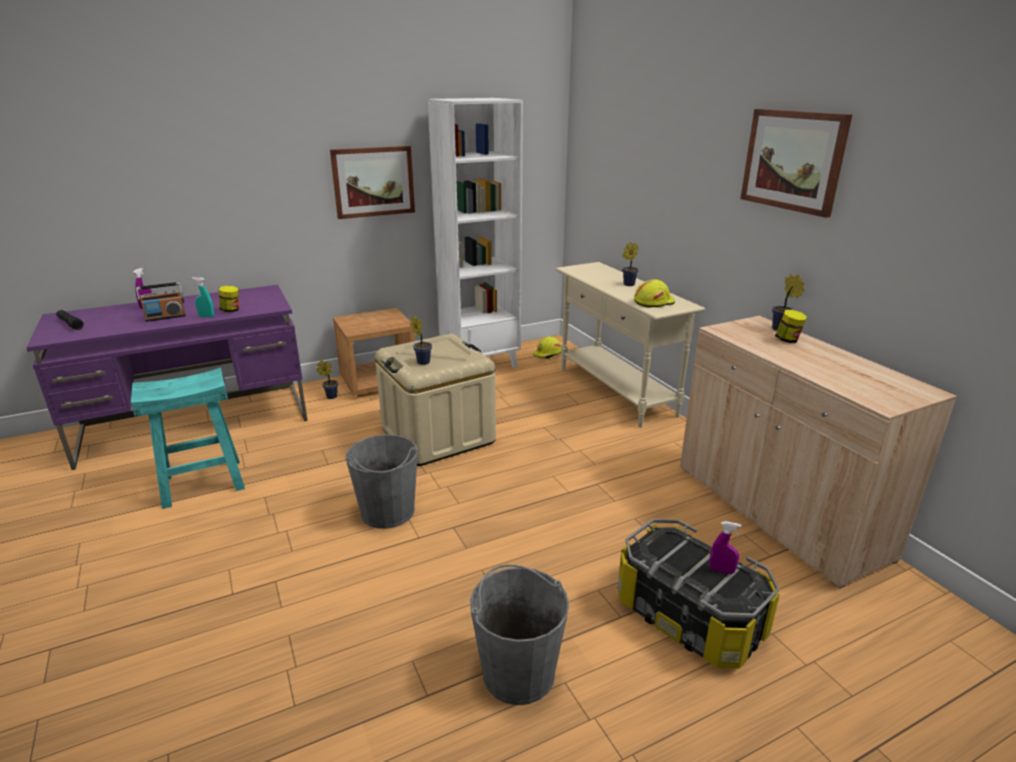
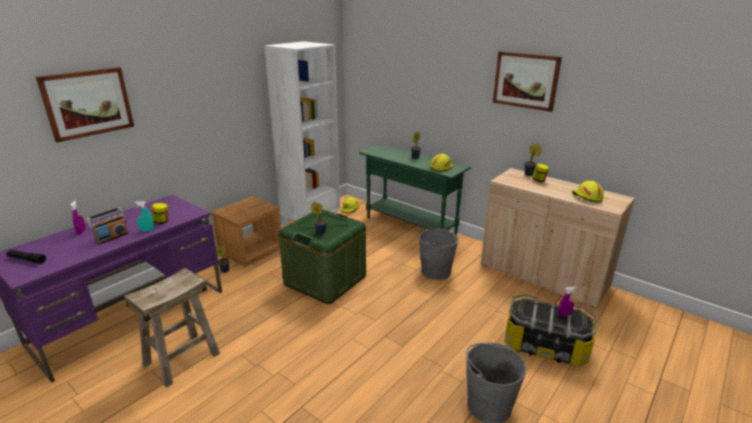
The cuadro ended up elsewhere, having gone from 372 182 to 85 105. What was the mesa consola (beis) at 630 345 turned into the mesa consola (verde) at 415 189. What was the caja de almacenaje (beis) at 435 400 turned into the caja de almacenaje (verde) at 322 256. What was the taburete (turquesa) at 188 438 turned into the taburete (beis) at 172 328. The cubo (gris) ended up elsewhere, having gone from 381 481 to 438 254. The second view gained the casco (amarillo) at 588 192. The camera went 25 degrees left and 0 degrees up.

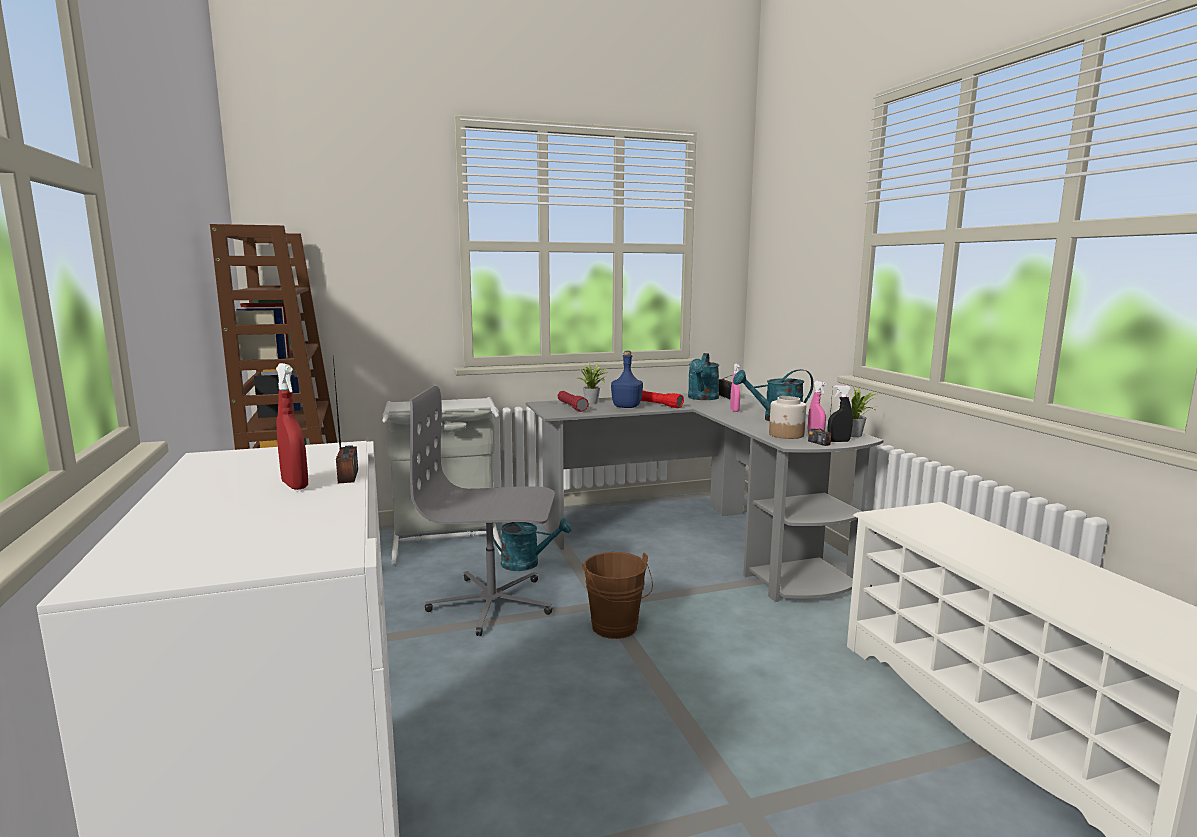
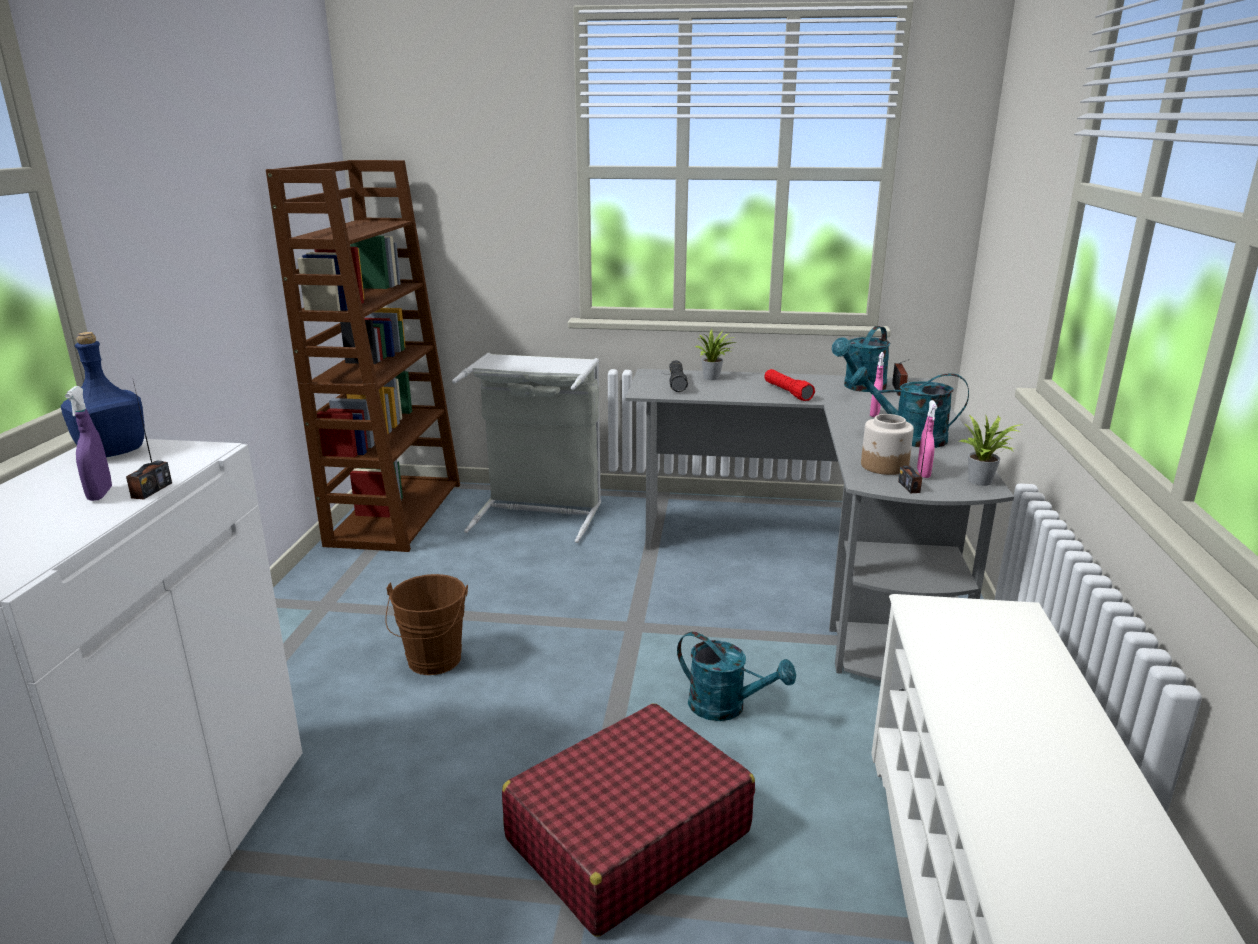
The botella (azul) ended up elsewhere, having gone from 627 379 to 103 394. What was the pulverizador (rojo) at 292 426 turned into the pulverizador (morado) at 88 443. The second view lost the silla de oficina (gris) at 482 510. The second view lost the pulverizador (negro) at 840 413. What was the linterna (rojo) at 573 401 turned into the linterna (negro) at 678 376. The regadera (turquesa) ended up elsewhere, having gone from 532 544 to 736 676. The cubo (marrón) ended up elsewhere, having gone from 617 595 to 427 624. The second view gained the maleta (rojo) at 628 820. The camera went 25 degrees right and 10 degrees up.

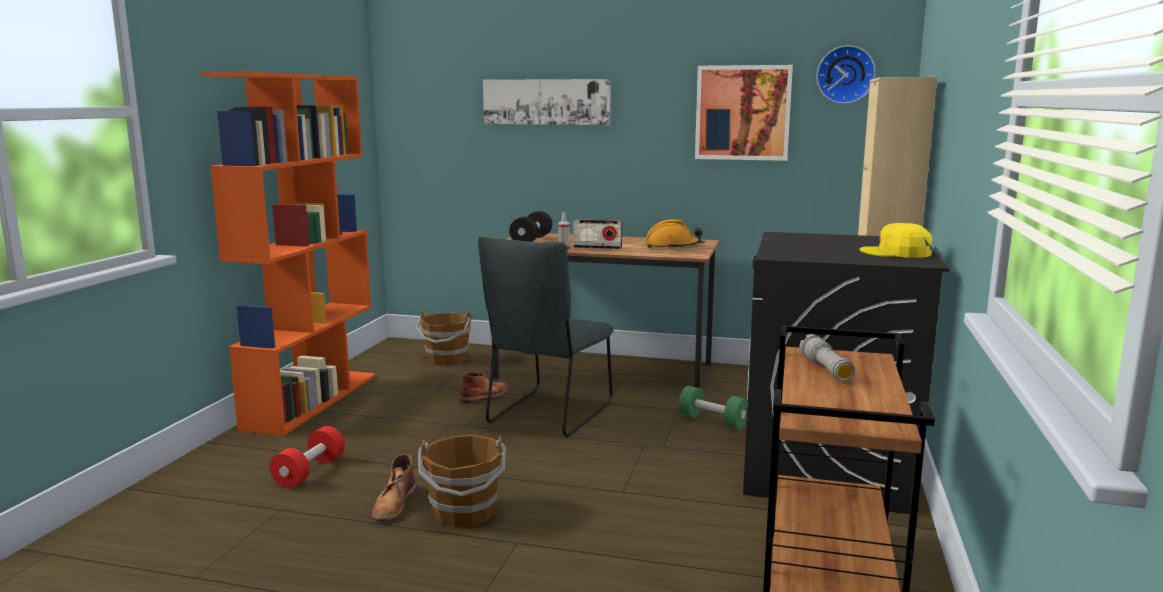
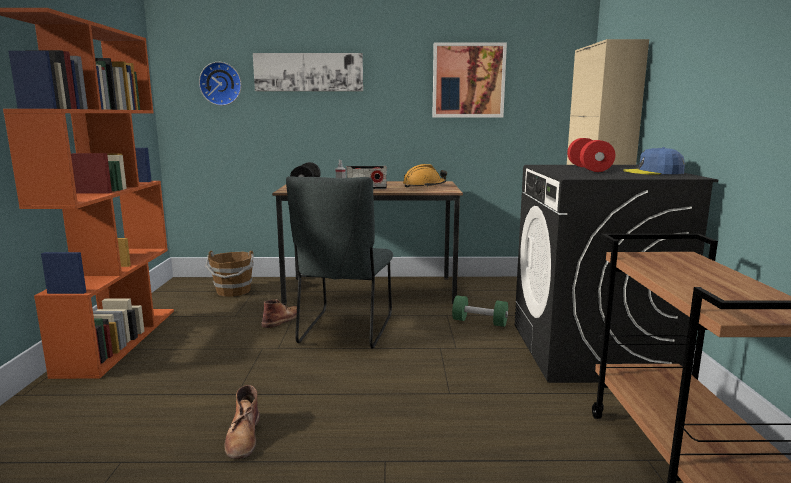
The reloj de pared ended up elsewhere, having gone from 846 74 to 220 84. What was the gorra (amarillo) at 895 240 turned into the gorra (azul) at 654 160. The second view lost the linterna (gris) at 827 357. The mancuerna (rojo) ended up elsewhere, having gone from 307 457 to 591 155. The second view lost the cubo (marrón) at 462 480. The camera went 15 degrees left and 0 degrees up.

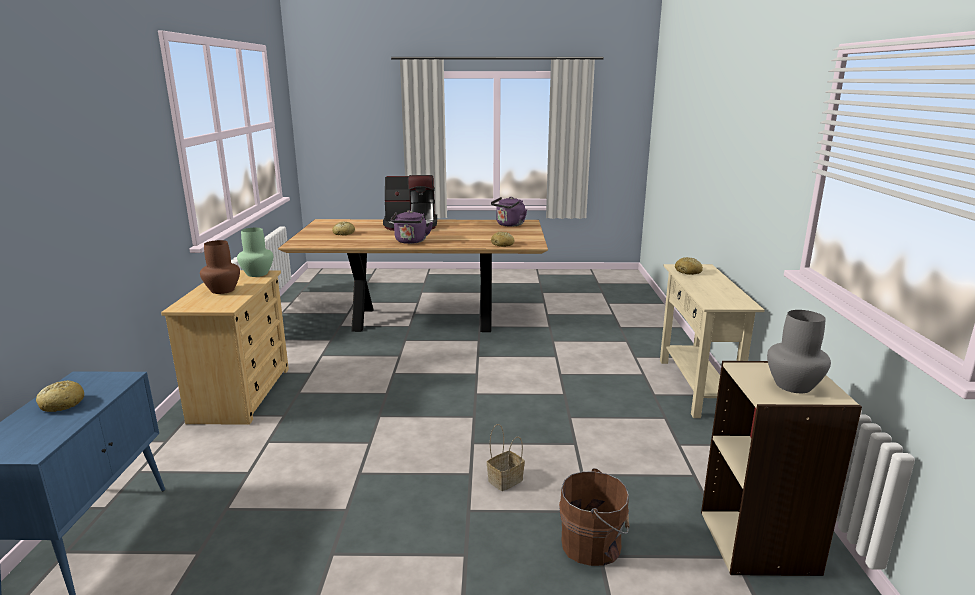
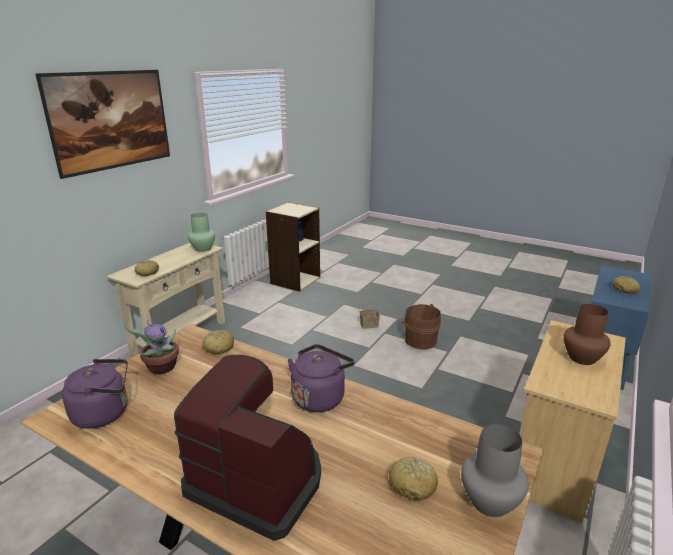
The florero (verde) ended up elsewhere, having gone from 255 252 to 201 232. The florero (gris) ended up elsewhere, having gone from 799 351 to 495 470. The cubo (marrón) ended up elsewhere, having gone from 594 517 to 421 327. The second view gained the cuadro at 102 124. The second view gained the planta en maceta at 151 346. The camera went 150 degrees left and 5 degrees up.

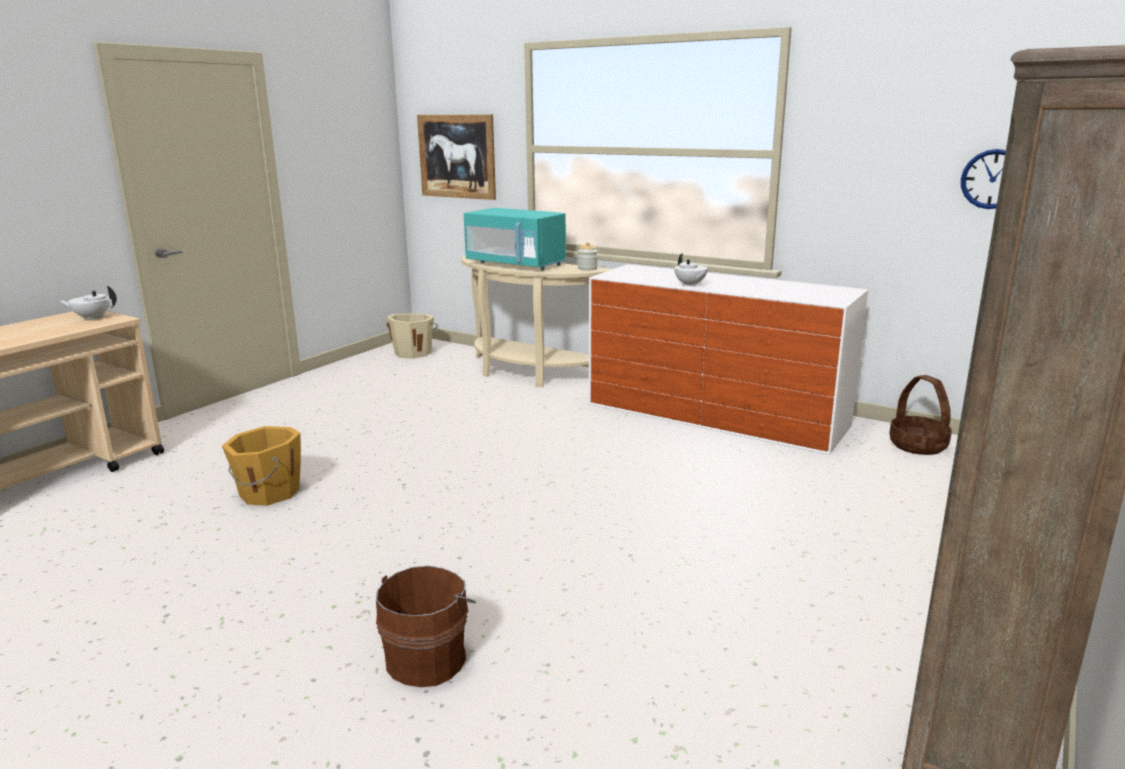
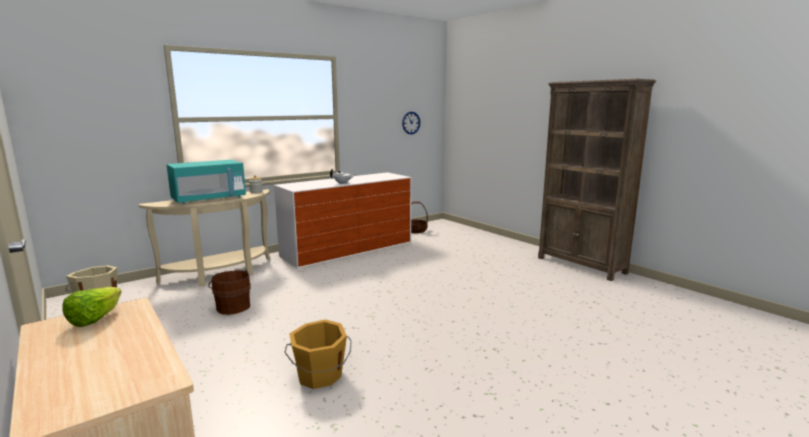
The second view lost the cuadro at 456 157. Where the tetera (blanco) stood at 88 303, the lechuga came to stand at 91 307. The cubo (marrón) ended up elsewhere, having gone from 426 626 to 229 292. The camera went 70 degrees left and 5 degrees down.

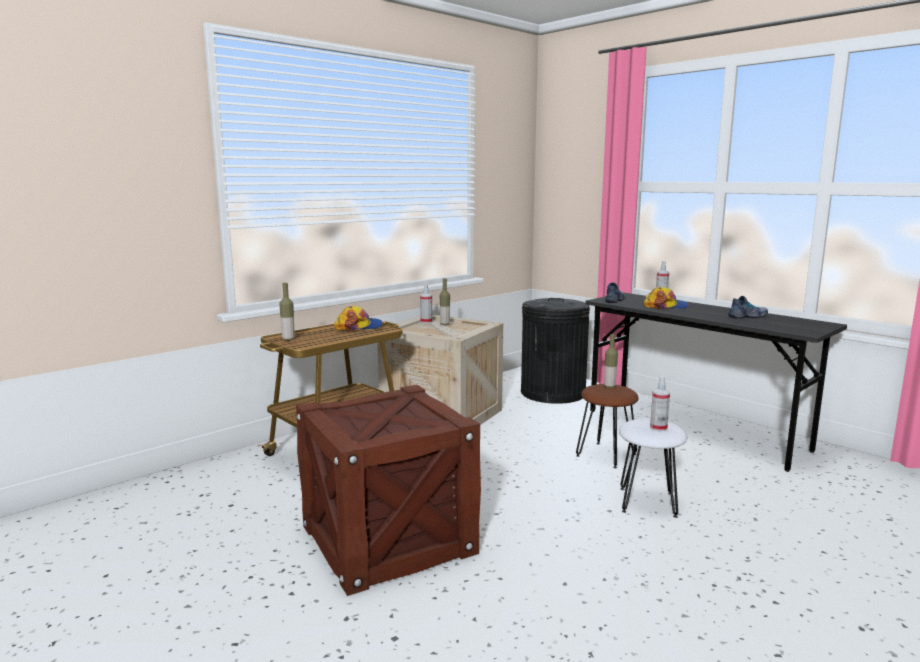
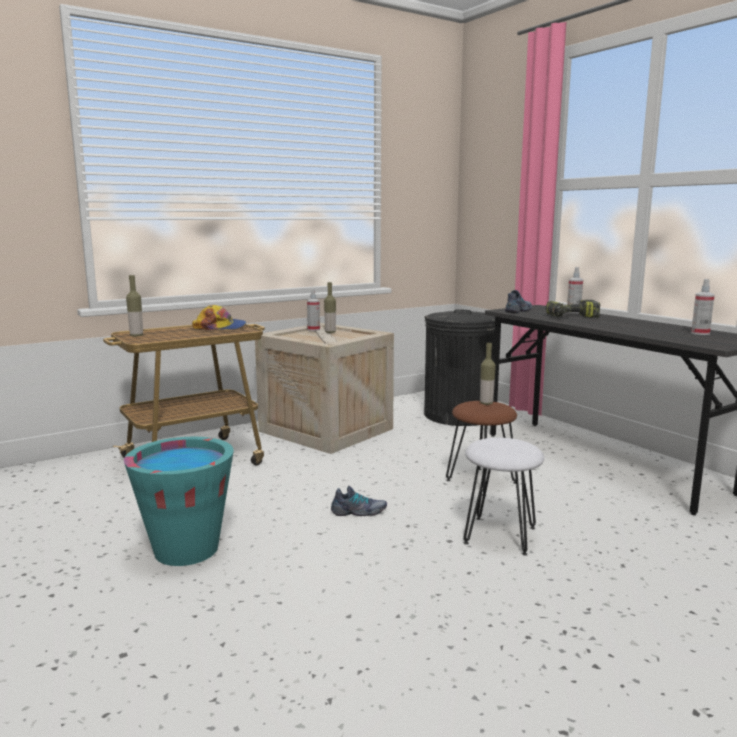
Where the gorra stood at 666 298, the taladro came to stand at 573 309. The zapato ended up elsewhere, having gone from 748 307 to 359 501. The pulverizador ended up elsewhere, having gone from 660 404 to 703 307. Where the caja de embalaje stood at 388 490, the cubo (turquesa) came to stand at 179 501. The camera went 10 degrees right and 0 degrees up.

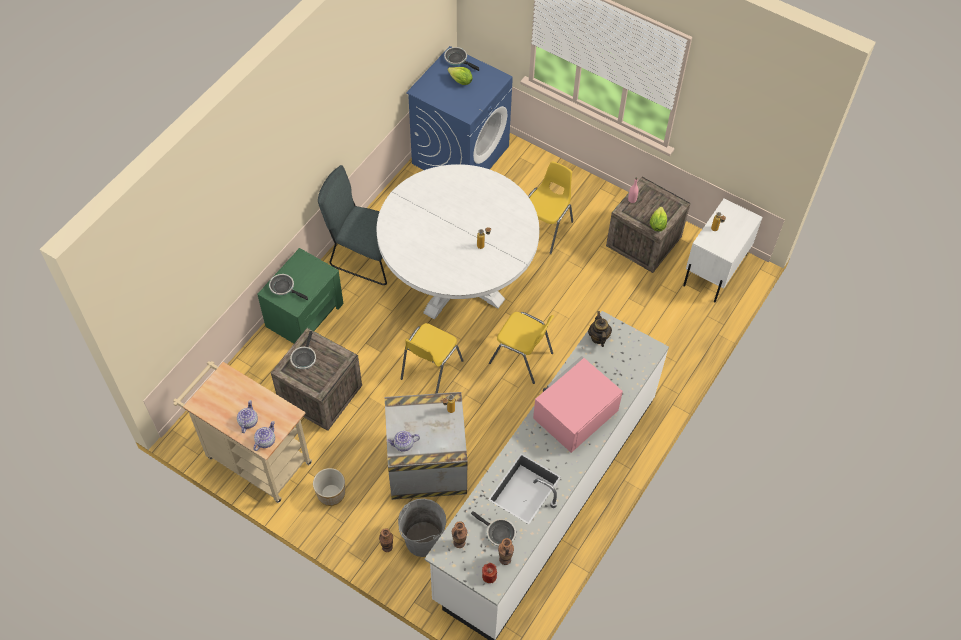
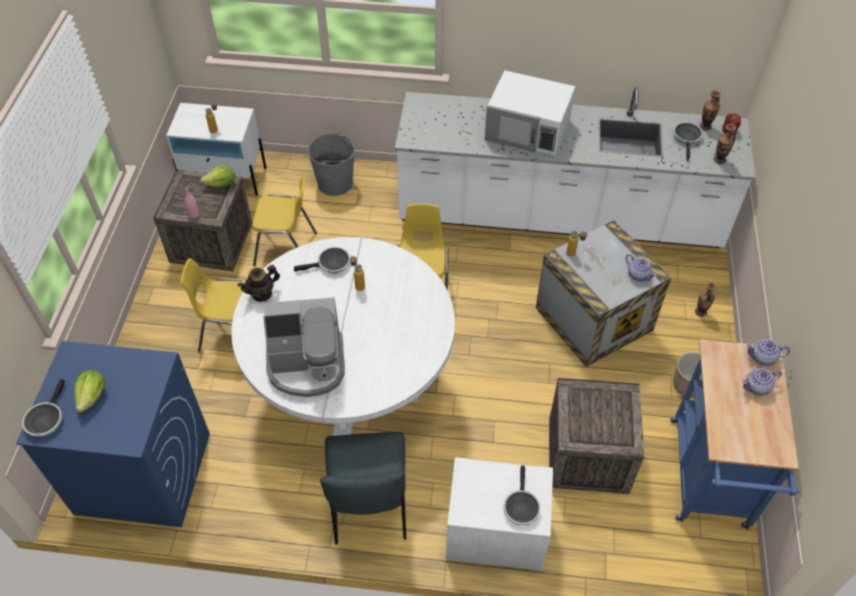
What was the mesita de noche (verde) at 300 295 turned into the mesita de noche (blanco) at 499 513. The tetera ended up elsewhere, having gone from 600 329 to 259 283. The silla (amarillo) ended up elsewhere, having gone from 432 358 to 284 221. The sartén ended up elsewhere, having gone from 303 350 to 322 260. What was the microondas (rosa) at 578 404 turned into the microondas (blanco) at 529 113. What was the carrito (beis) at 242 432 turned into the carrito (azul) at 734 434. The cubo (gris) ended up elsewhere, having gone from 422 528 to 331 164. The second view gained the cafetera at 304 347. The camera went 115 degrees left and 5 degrees down.

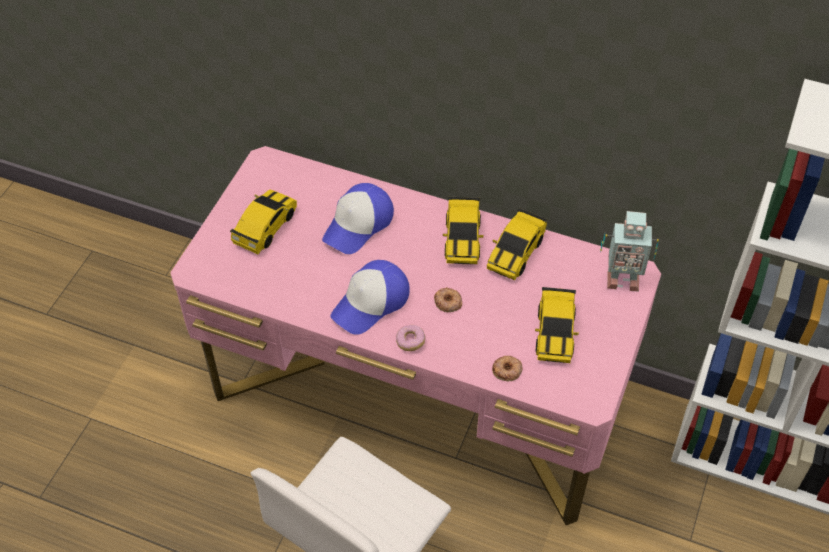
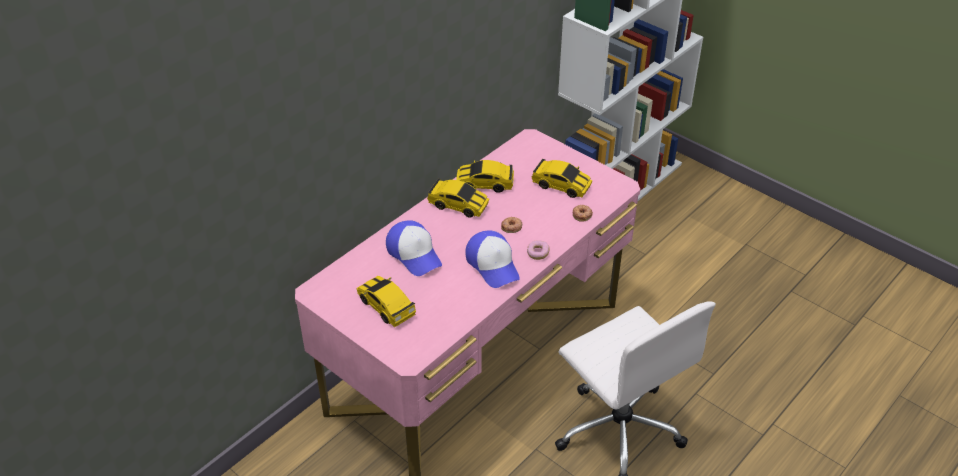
The coche de juguete at 517 244 ended up facing another way, 135 degrees clockwise from before. The second view lost the robot de juguete at 629 251. The camera went 70 degrees left and 10 degrees down.

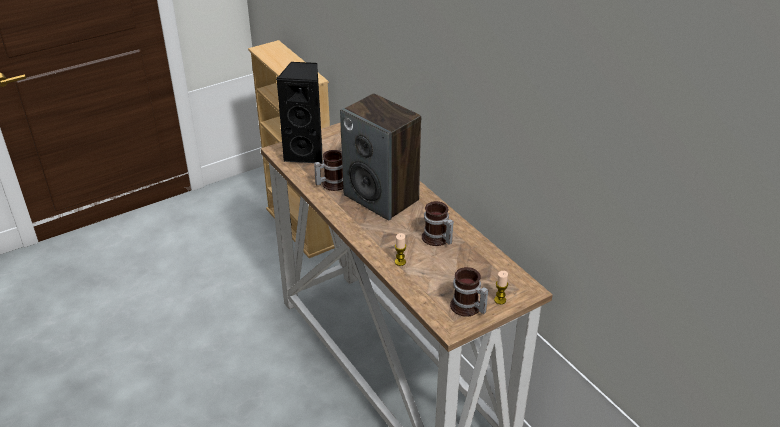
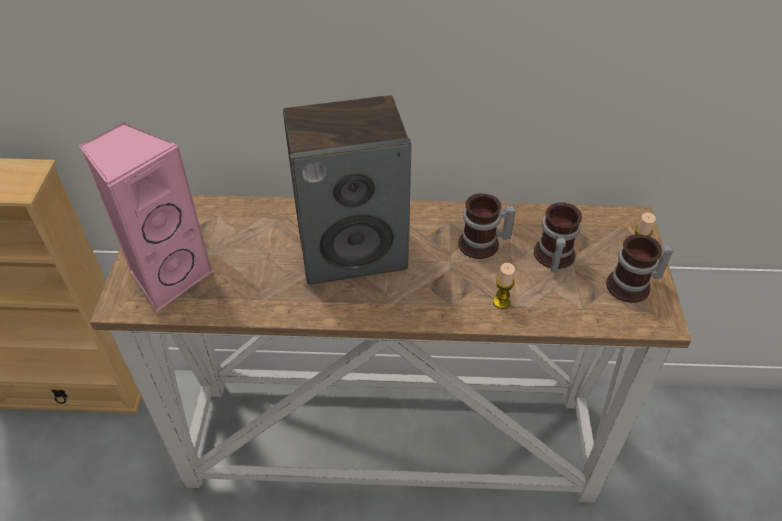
What was the altavoz (negro) at 299 112 turned into the altavoz (rosa) at 146 216. The taza grande ended up elsewhere, having gone from 328 170 to 558 237. The camera went 55 degrees left and 10 degrees up.

